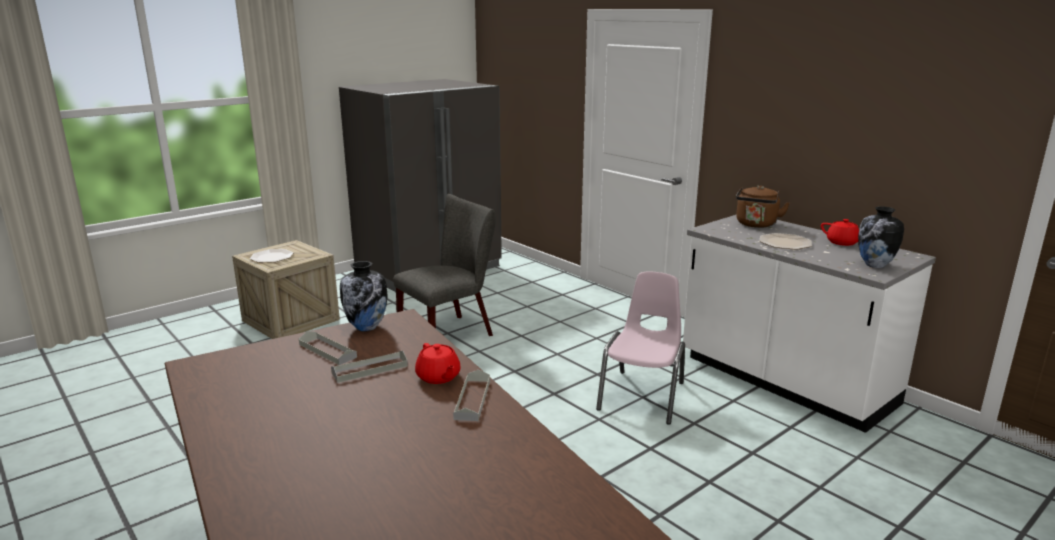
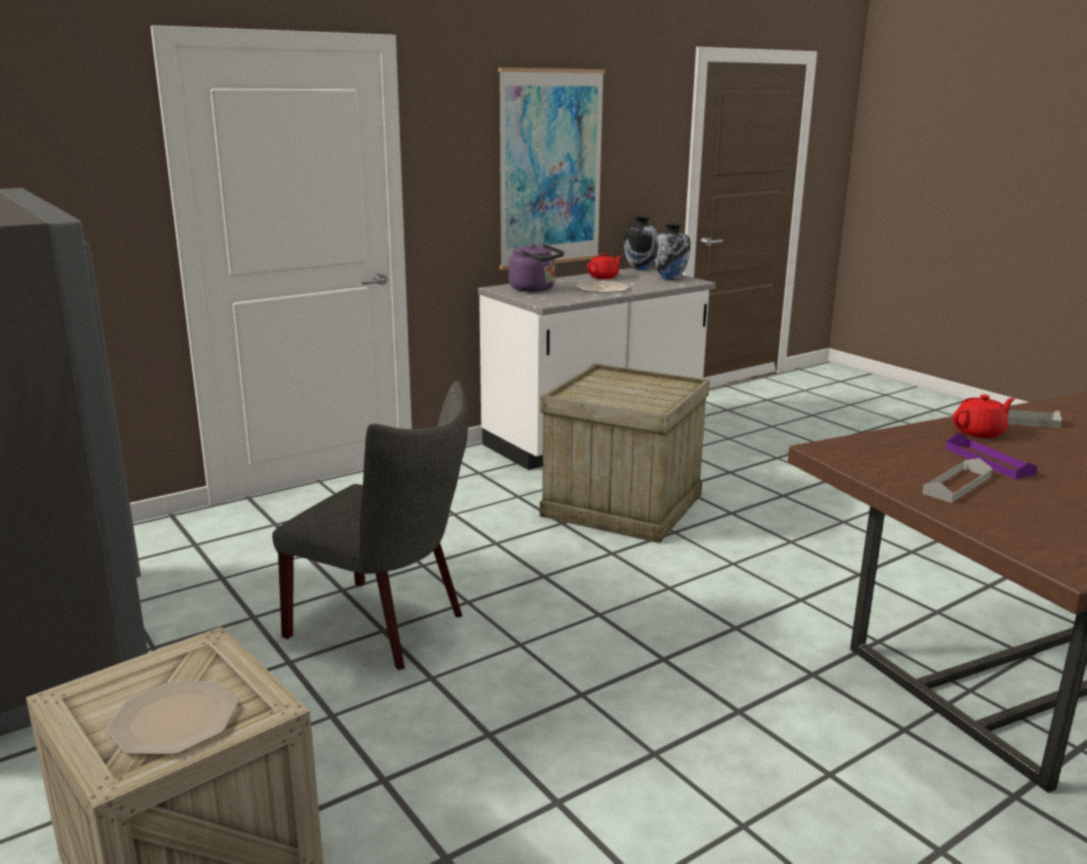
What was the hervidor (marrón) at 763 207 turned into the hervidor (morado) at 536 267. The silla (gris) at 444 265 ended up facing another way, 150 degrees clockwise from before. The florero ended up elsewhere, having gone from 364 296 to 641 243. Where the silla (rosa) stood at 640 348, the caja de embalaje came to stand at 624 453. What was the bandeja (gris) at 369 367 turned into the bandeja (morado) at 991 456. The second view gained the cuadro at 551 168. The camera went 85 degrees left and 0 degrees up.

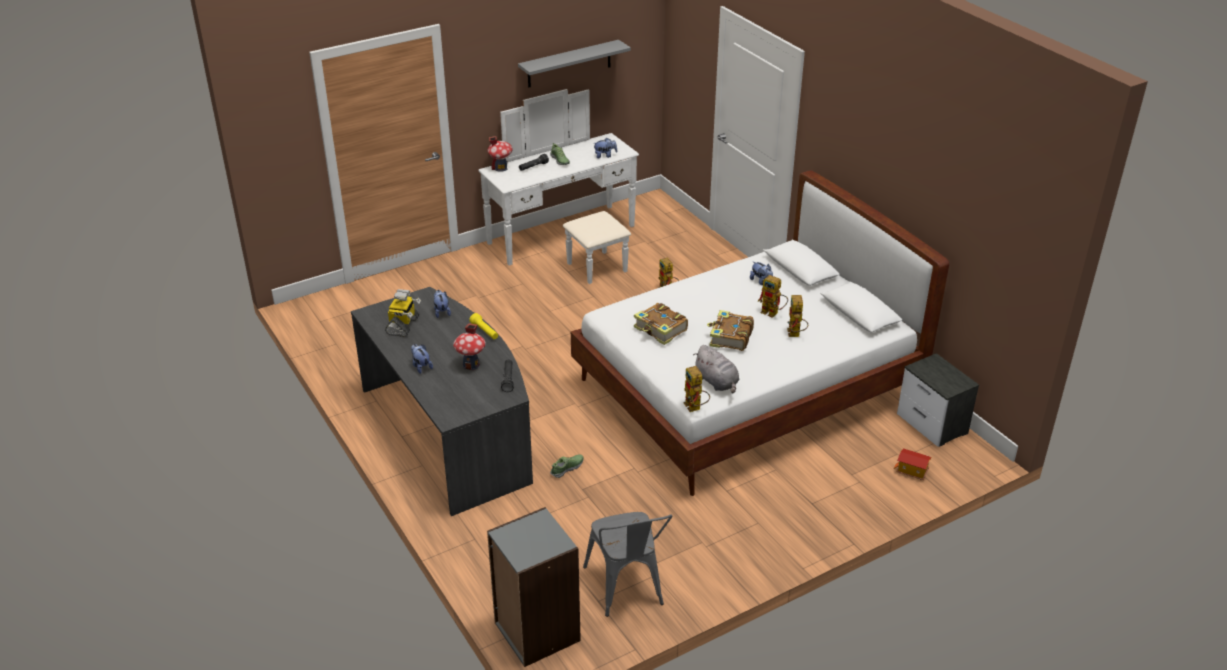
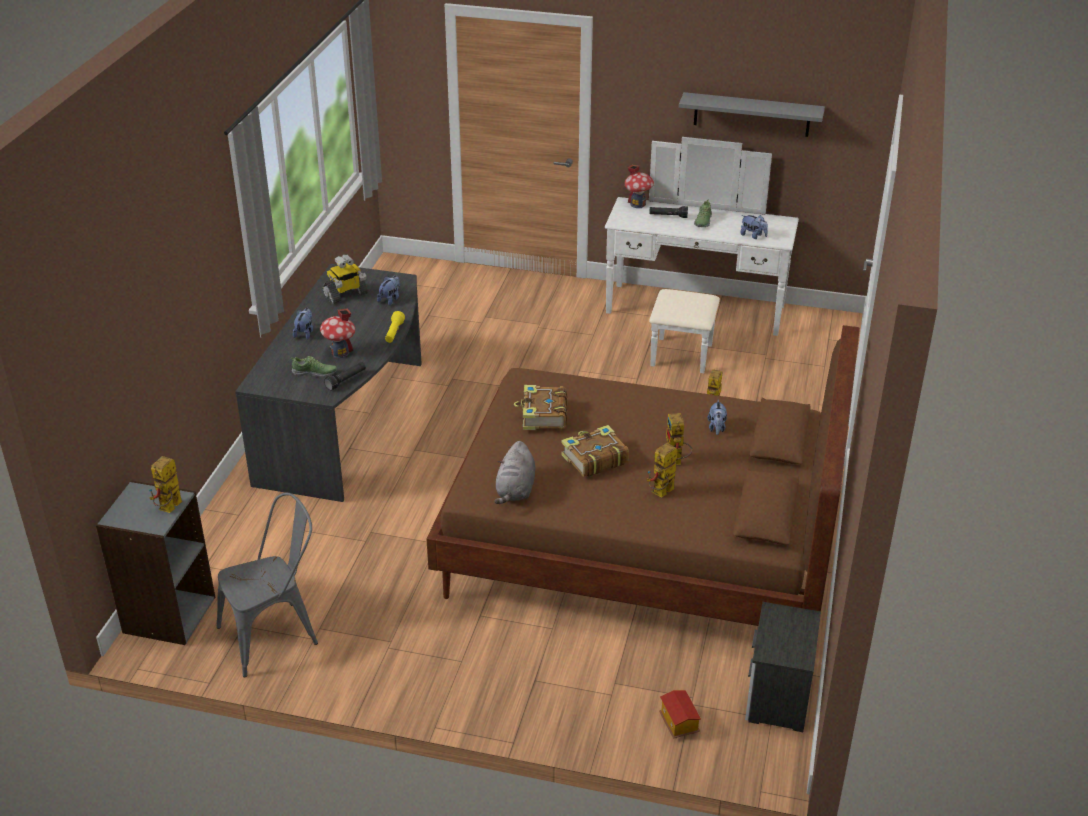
What was the cama (blanco) at 760 333 turned into the cama (marrón) at 643 475. The robot de juguete ended up elsewhere, having gone from 696 389 to 165 484. The zapato ended up elsewhere, having gone from 566 466 to 314 367. The silla (gris) at 627 564 ended up facing another way, 150 degrees counterclockwise from before. The camera went 45 degrees right and 0 degrees up.

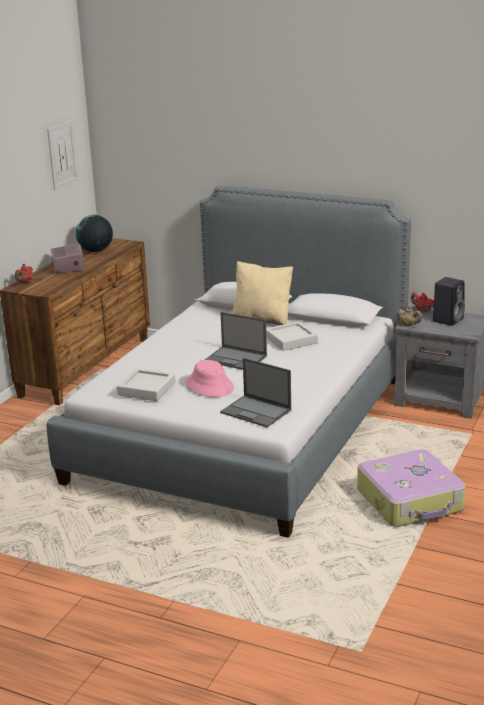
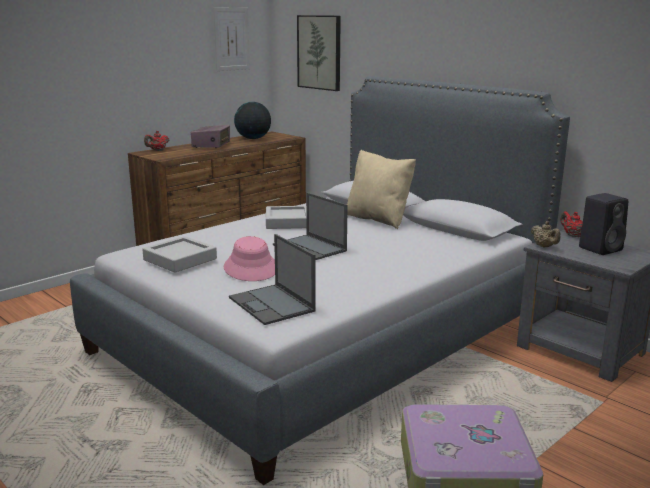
The bandeja (gris) ended up elsewhere, having gone from 292 336 to 286 217. The second view gained the cuadro at 319 53. The camera went 20 degrees right and 5 degrees down.

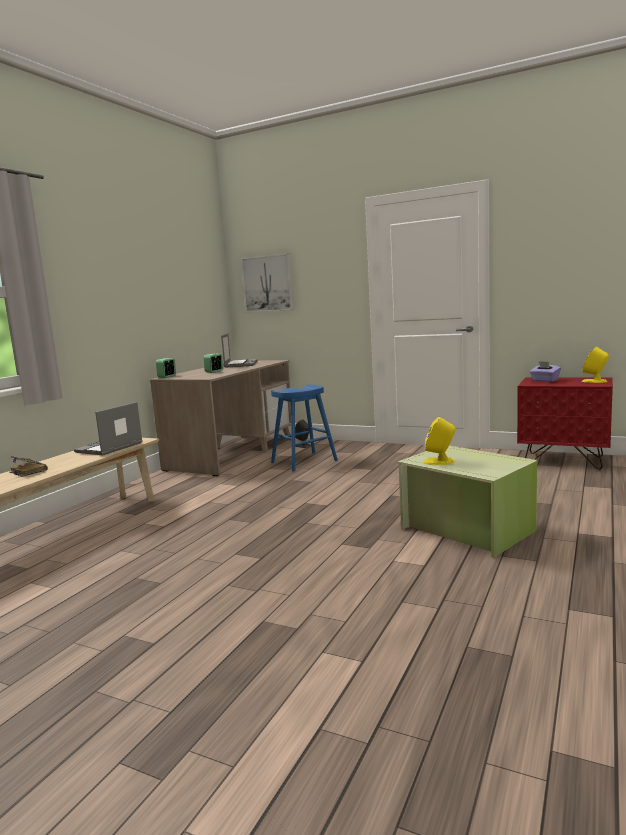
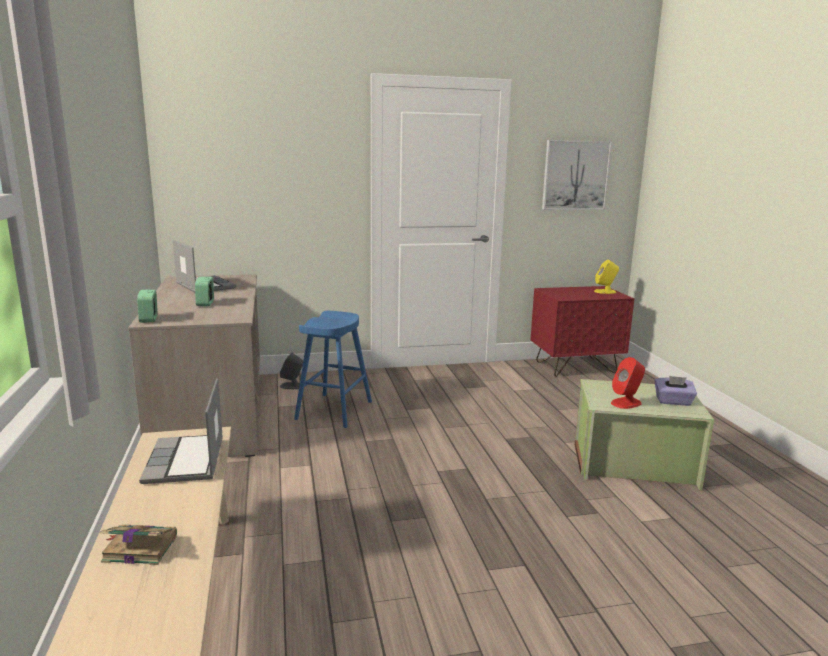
The cuadro ended up elsewhere, having gone from 267 283 to 577 175. The caja de pañuelos (morado) ended up elsewhere, having gone from 545 371 to 676 391. What was the altavoz (amarillo) at 440 441 turned into the altavoz (rojo) at 628 383. The camera went 40 degrees left and 5 degrees up.

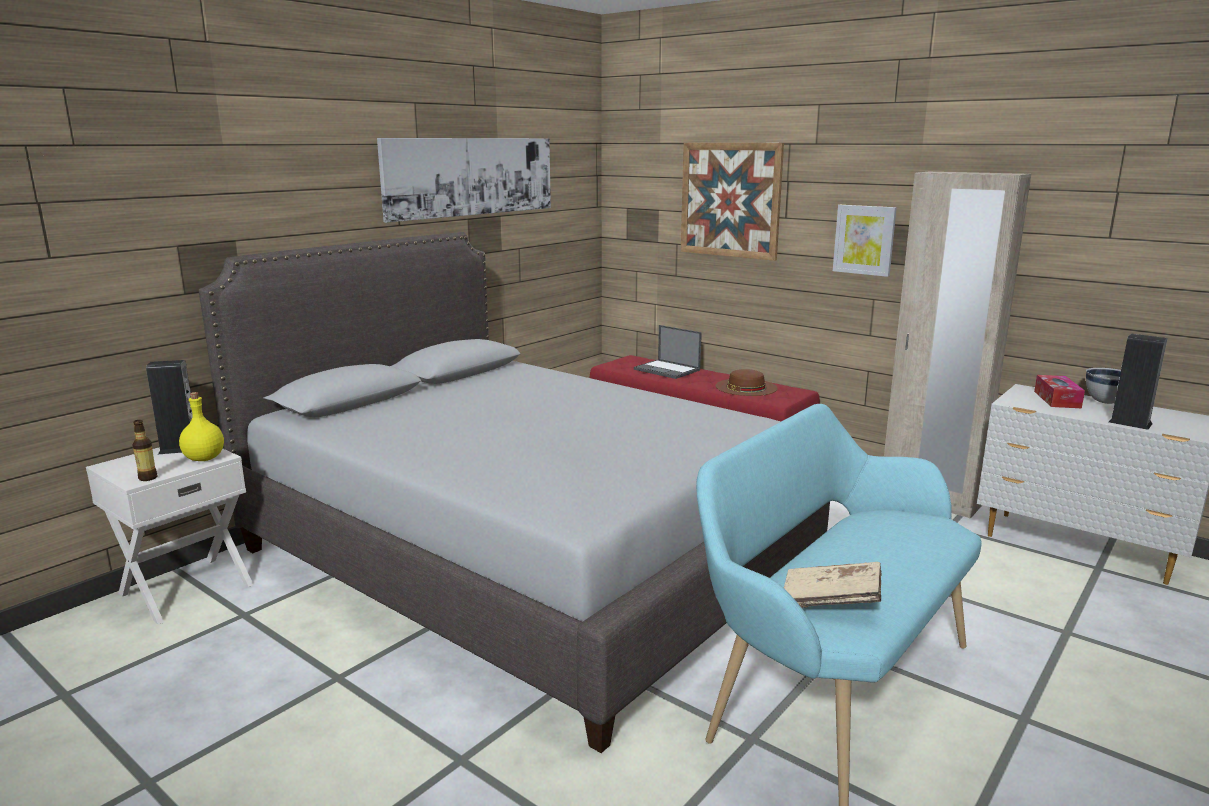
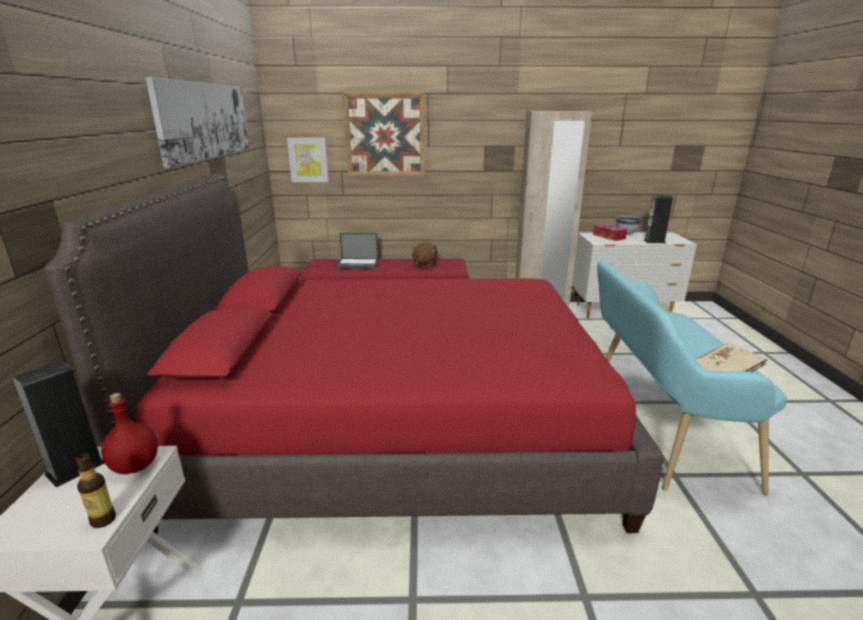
The cuadro ended up elsewhere, having gone from 865 241 to 308 160. What was the cama (gris) at 514 492 turned into the cama (rojo) at 353 353. Where the sombrero (marrón) stood at 746 382, the peluche (marrón) came to stand at 424 255. What was the botella (amarillo) at 201 426 turned into the botella (rojo) at 129 433. The camera went 40 degrees left and 5 degrees up.

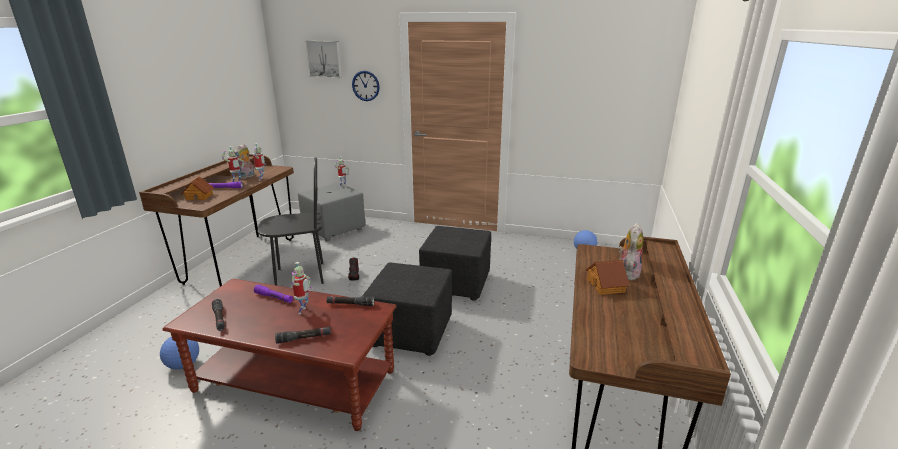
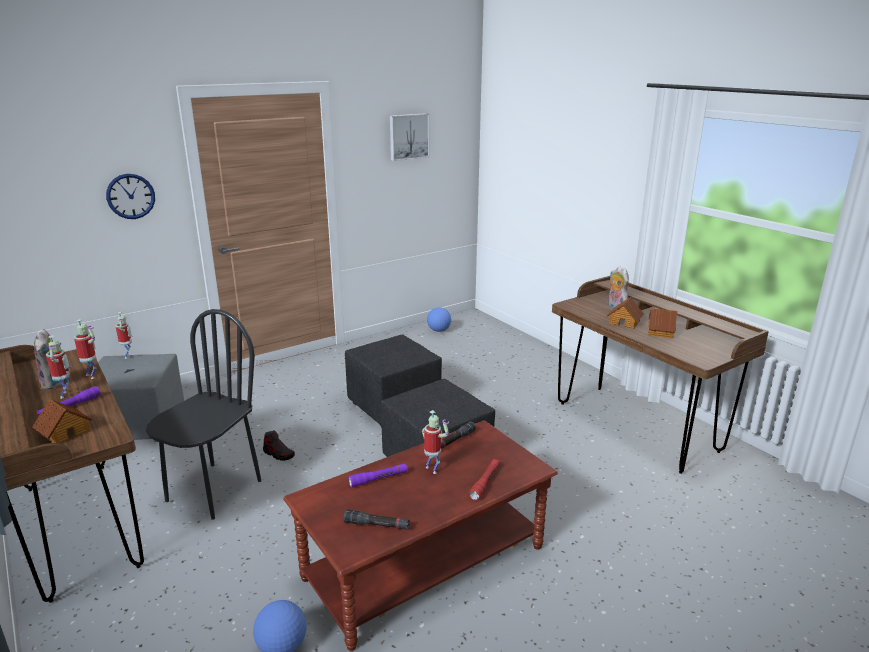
The cuadro ended up elsewhere, having gone from 323 59 to 409 137. What was the linterna (negro) at 303 335 turned into the linterna (rojo) at 484 479. The second view gained the casita at 662 323. The camera went 50 degrees left and 0 degrees up.

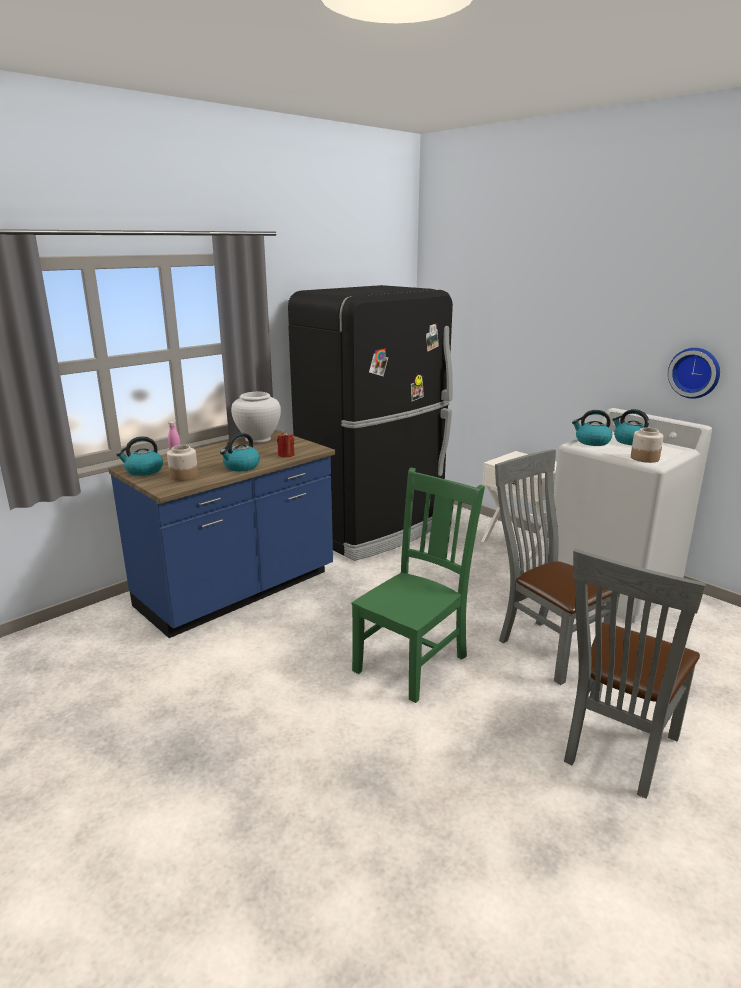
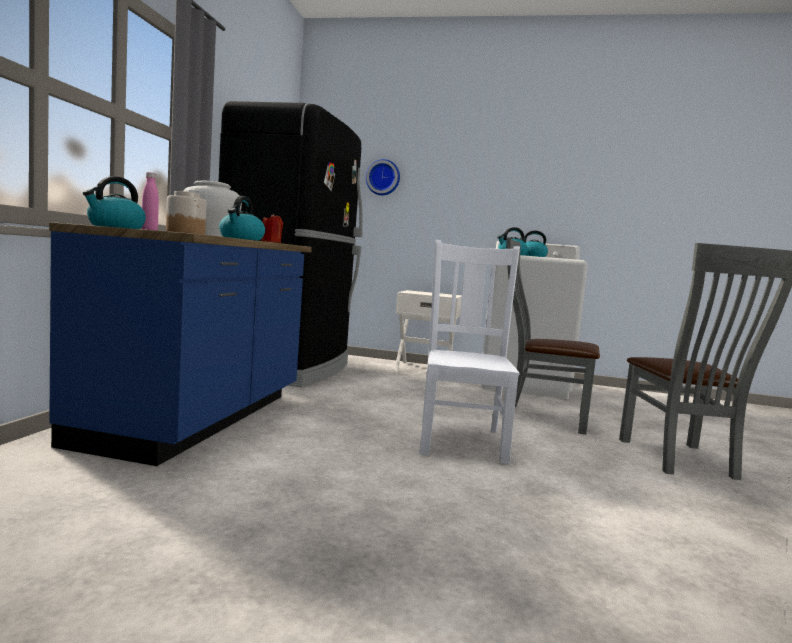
The reloj de pared ended up elsewhere, having gone from 694 373 to 383 177. The second view lost the tarro at 647 445. What was the silla (verde) at 418 585 turned into the silla (blanco) at 469 352. The camera went 35 degrees left and 15 degrees down.

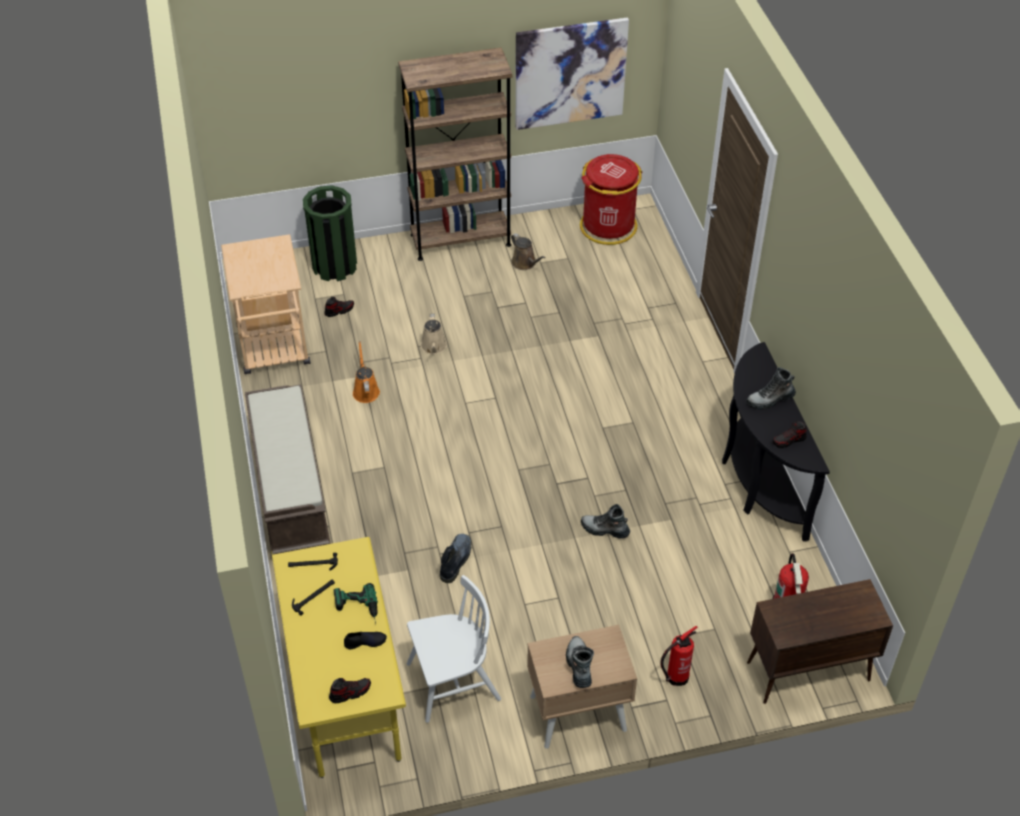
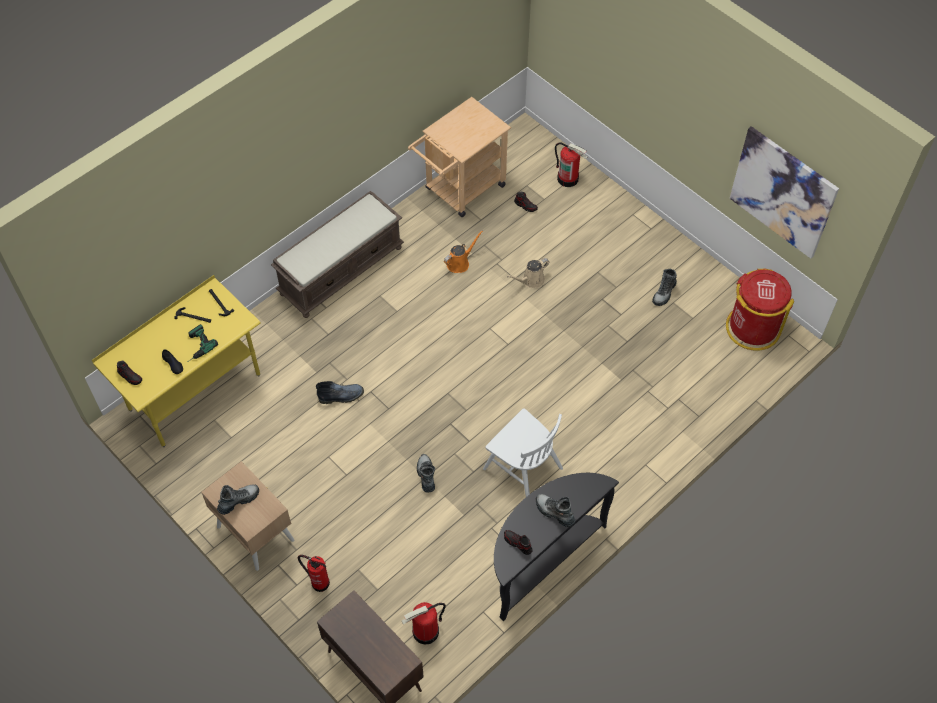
The second view lost the estantería (marrón) at 455 154. Where the papelera (verde) stood at 330 233, the extintor came to stand at 571 164. Where the regadera (marrón) stood at 528 251, the bota came to stand at 664 287. The silla (blanco) ended up elsewhere, having gone from 454 649 to 523 453. The camera went 60 degrees right and 10 degrees up.

